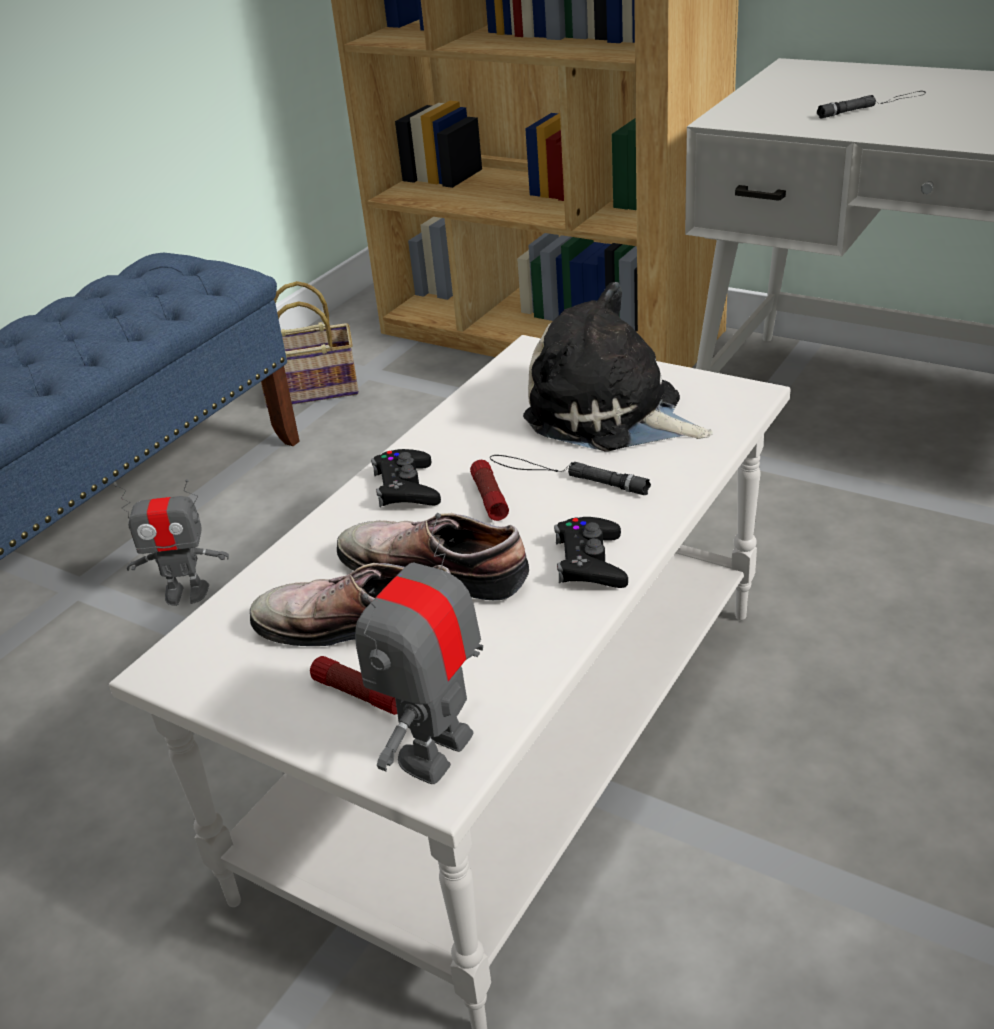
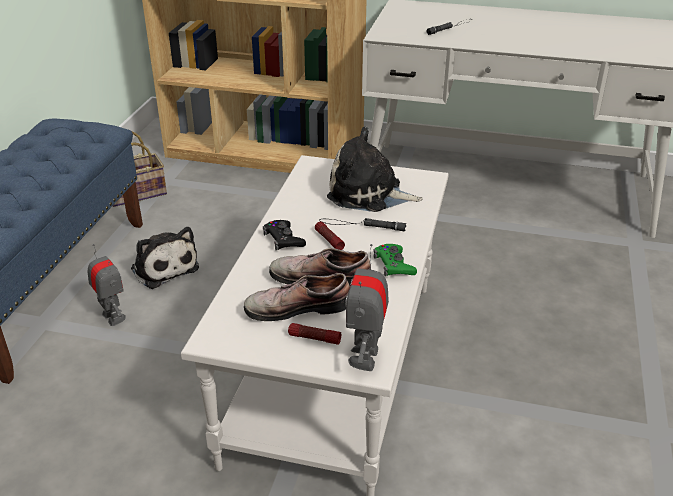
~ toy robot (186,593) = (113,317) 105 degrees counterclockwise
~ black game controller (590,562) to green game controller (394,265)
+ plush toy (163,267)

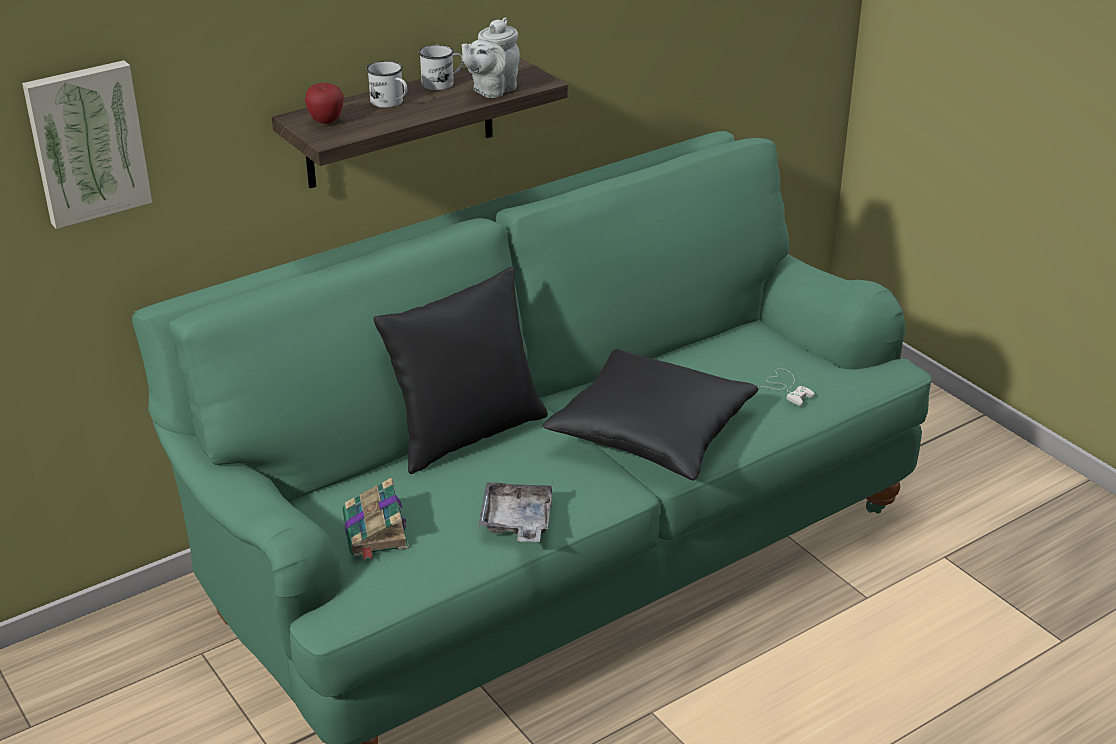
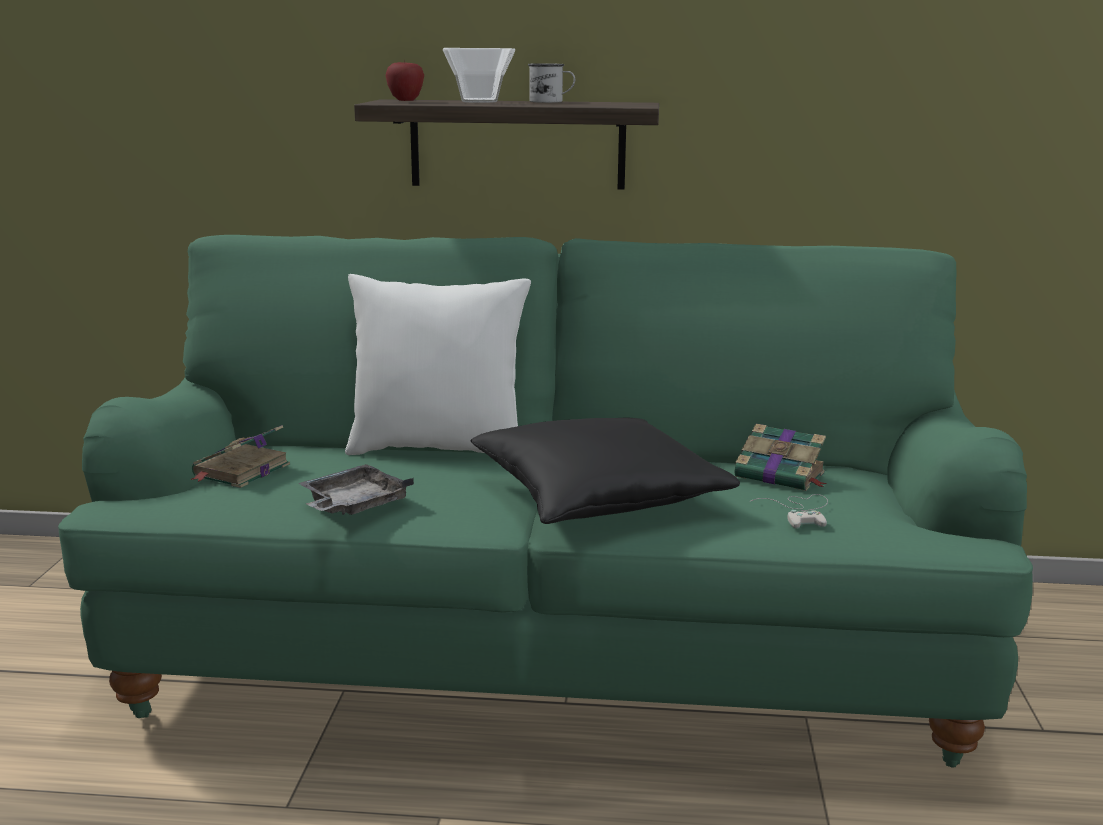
- grey teapot (492,90)
- picture (87,142)
~ white mug (390,103) to bowl (480,101)
~ black pillow (466,434) to white pillow (439,448)
+ book (781,475)

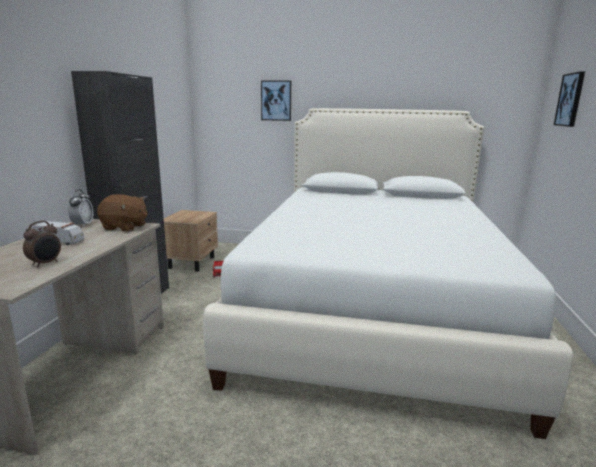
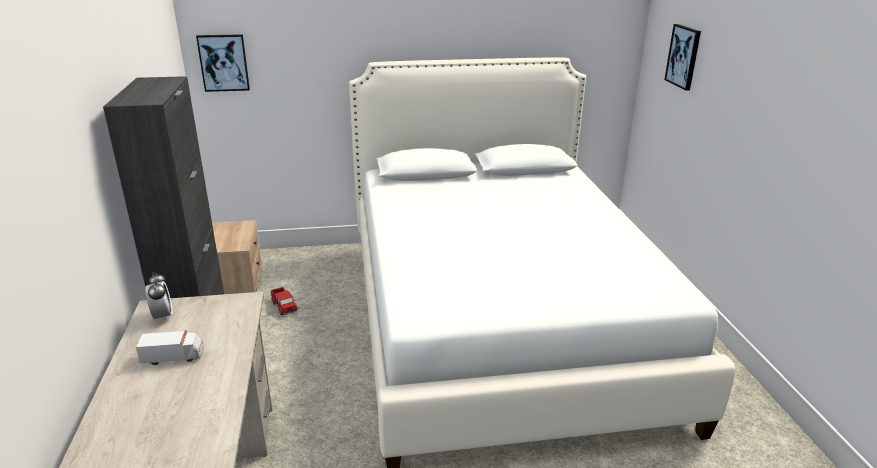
~ picture (276,100) to (224,62)
- brown plush toy (125,227)
- alarm clock (46,263)

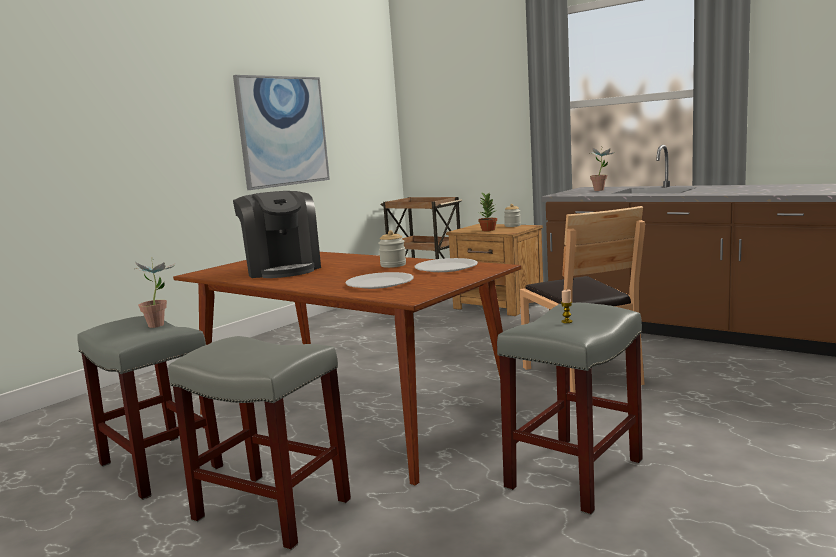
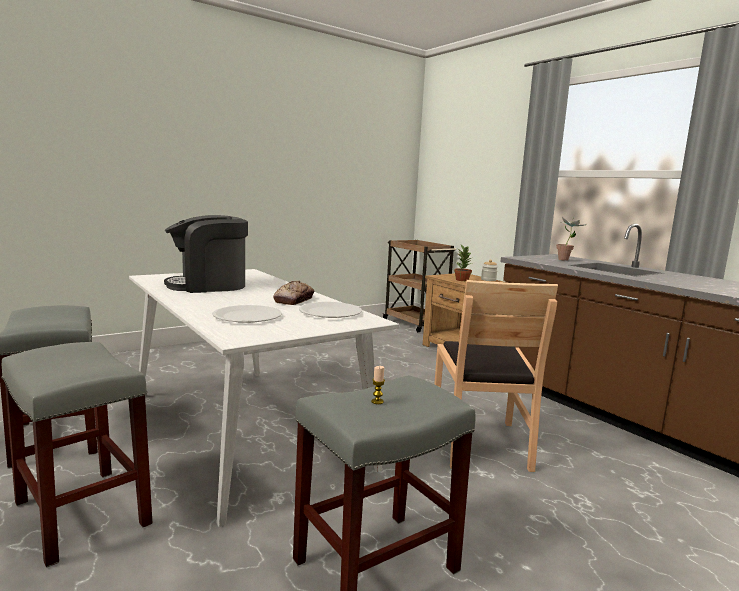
- picture (283,131)
~ coffee machine (282,269) = (209,286) 75 degrees clockwise
~ jar (393,265) to bread (294,300)
~ brown dining table (353,413) to white dining table (245,429)
- potted plant (161,324)

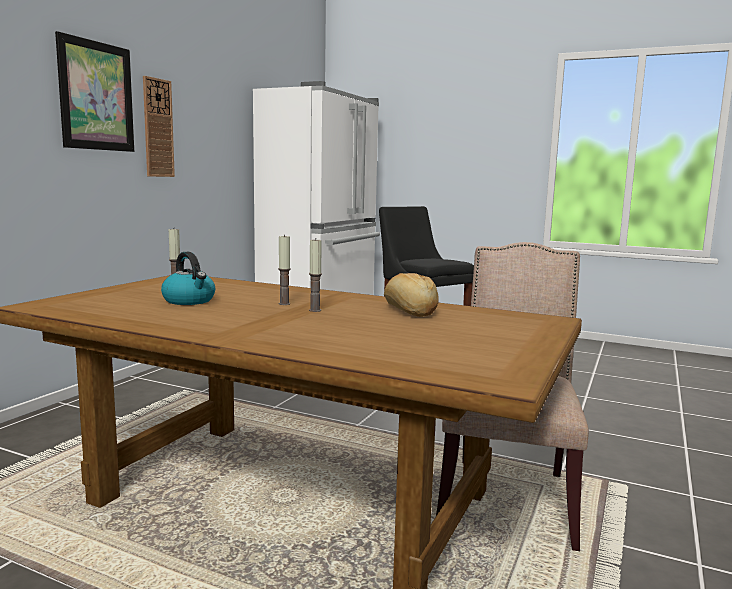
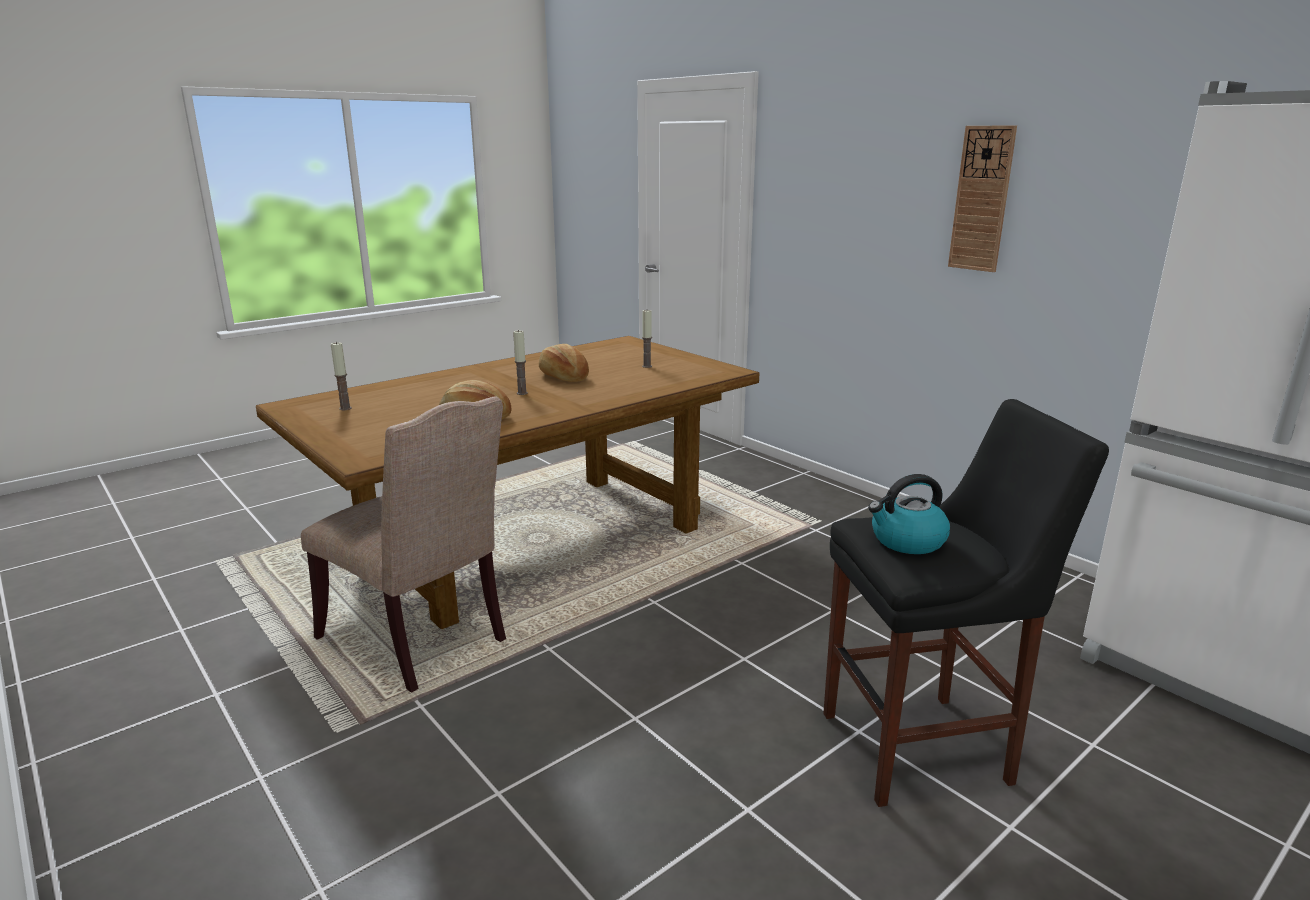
- picture (96,96)
~ candle (284,304) to (345,408)
~ kettle (189,301) to (907,541)
+ bread (563,377)

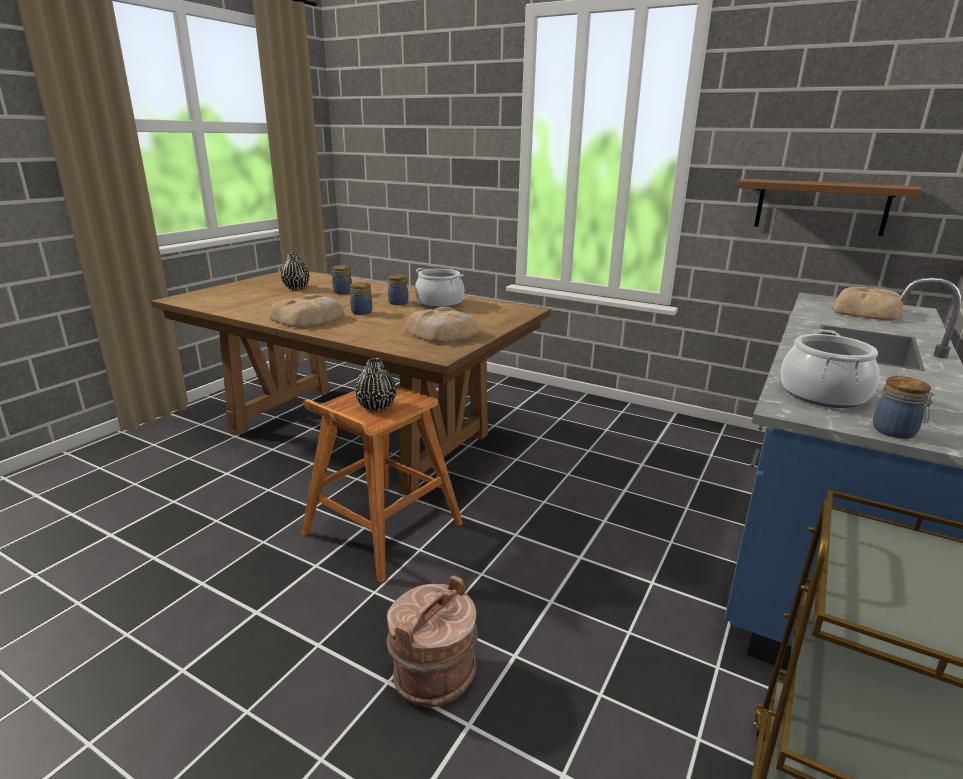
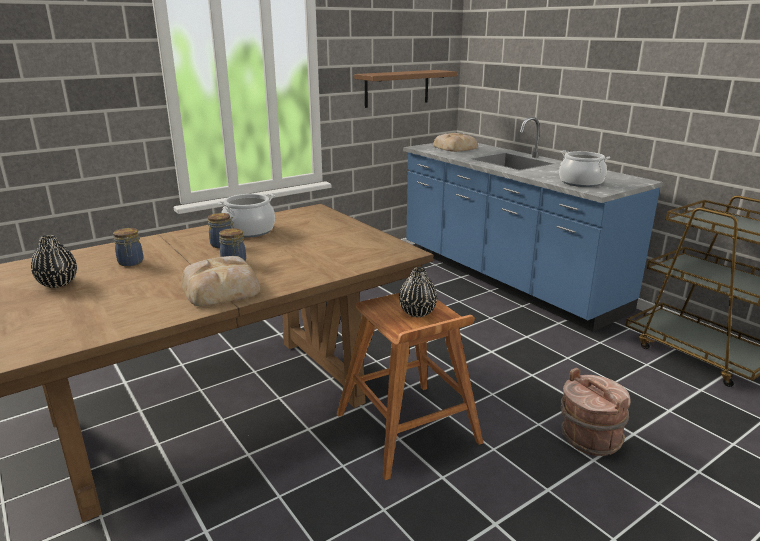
- bread (442,333)
- jar (895,432)

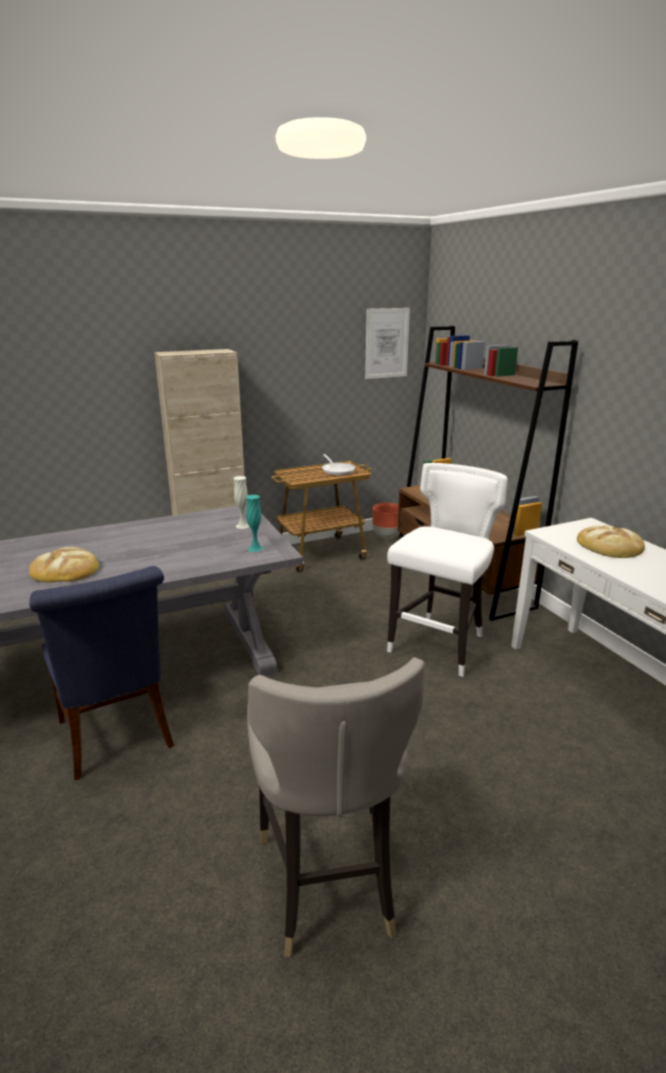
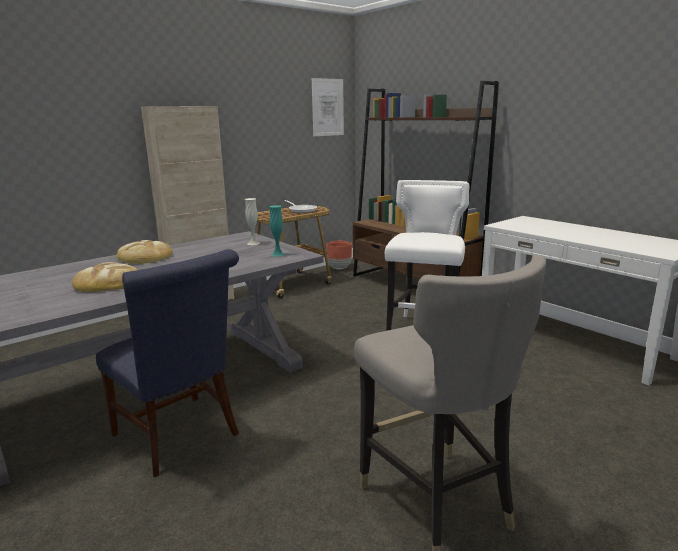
~ bread (610,546) to (145,257)

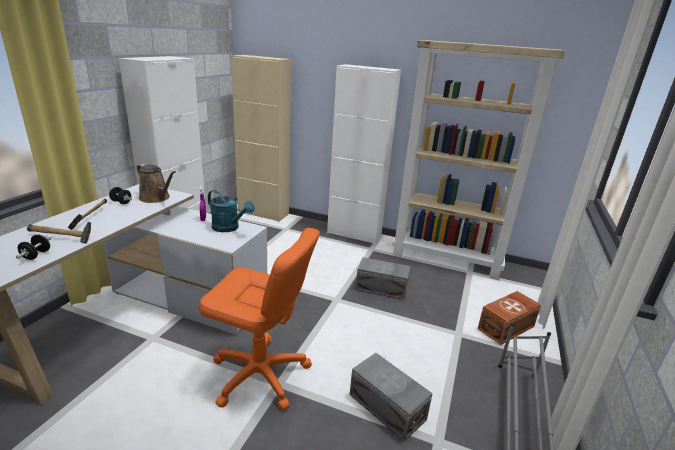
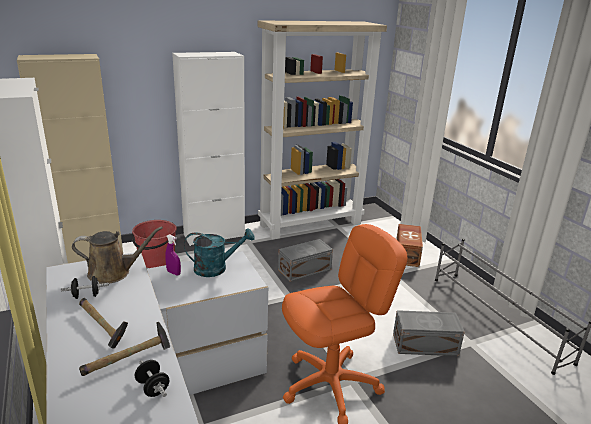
+ red bucket (156,260)

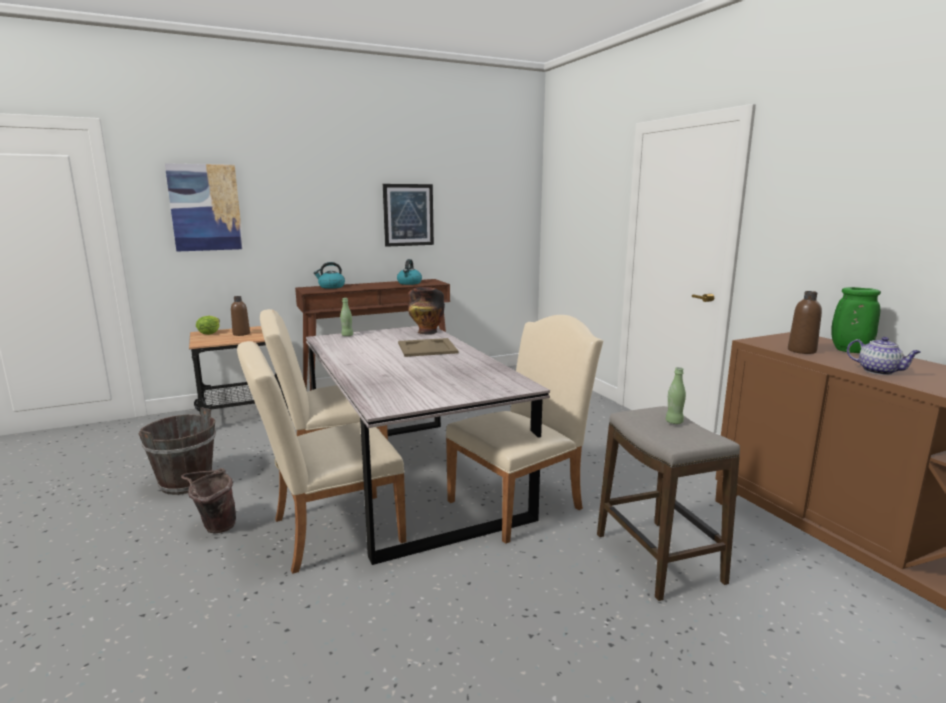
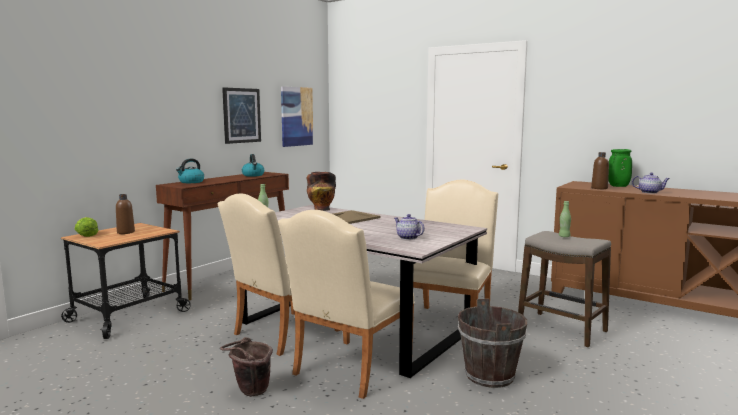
~ picture (205,208) to (296,116)
~ brown bucket (186,483) to (489,376)
+ teapot (407,237)

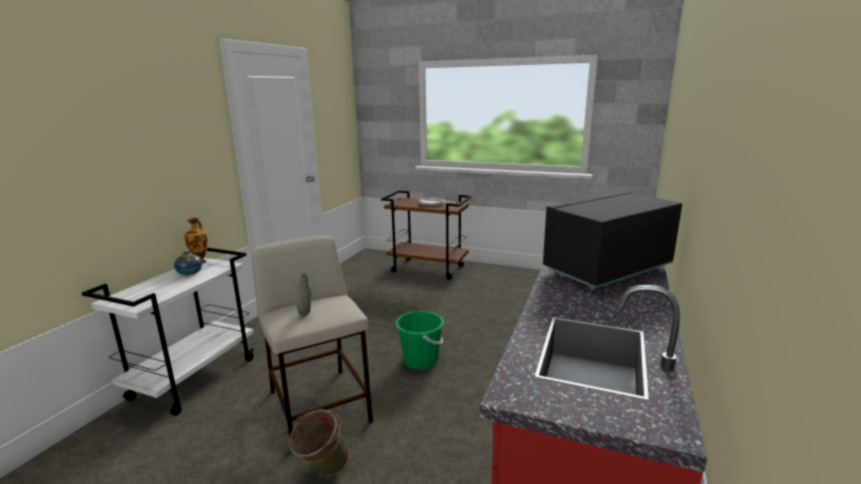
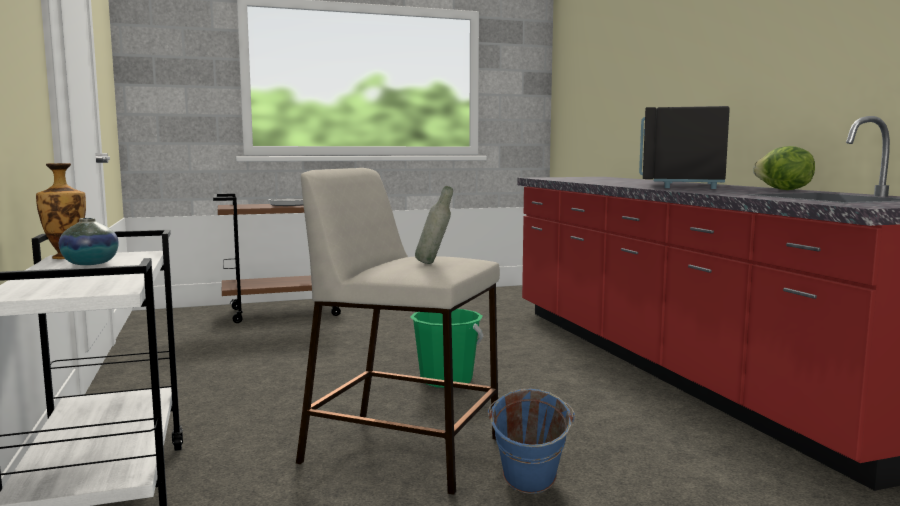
~ green bucket (321,471) to blue bucket (528,492)
+ lettuce (783,190)

